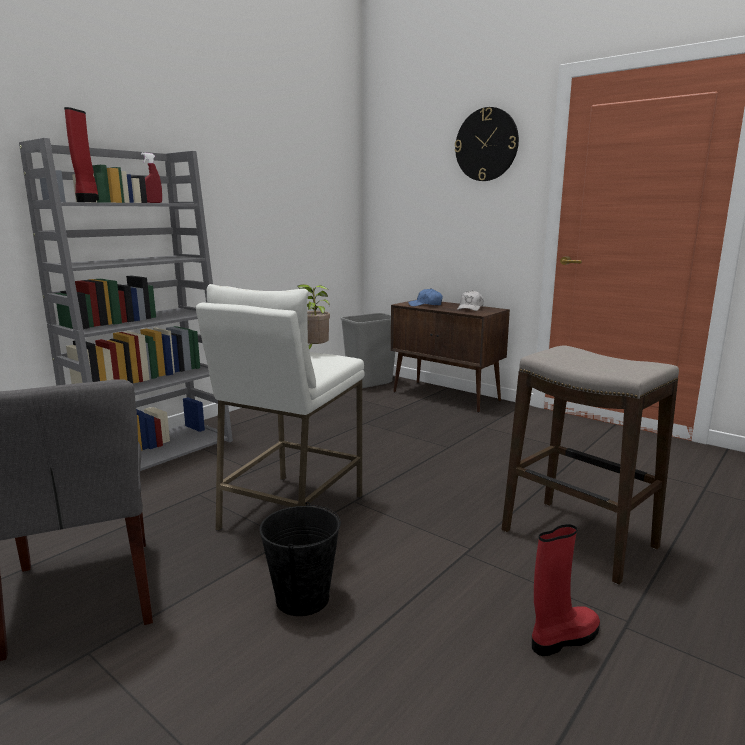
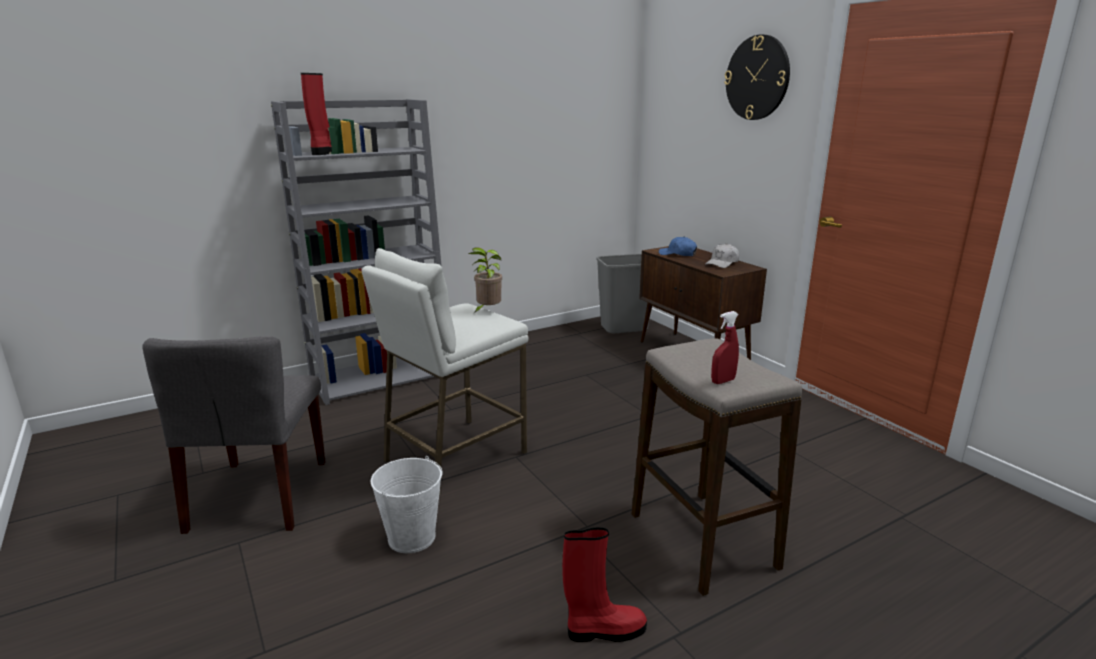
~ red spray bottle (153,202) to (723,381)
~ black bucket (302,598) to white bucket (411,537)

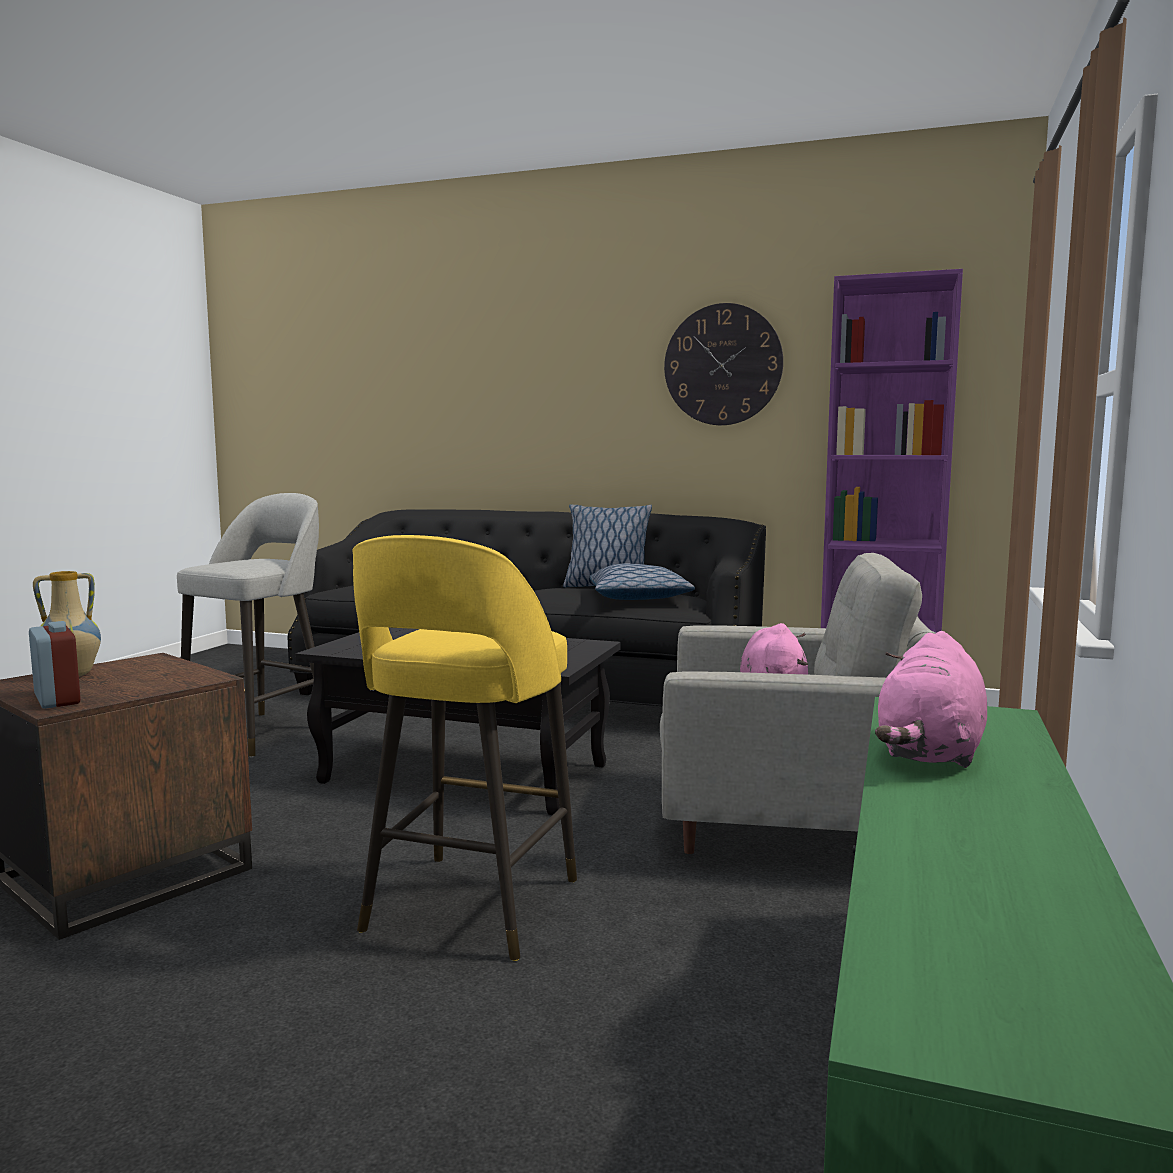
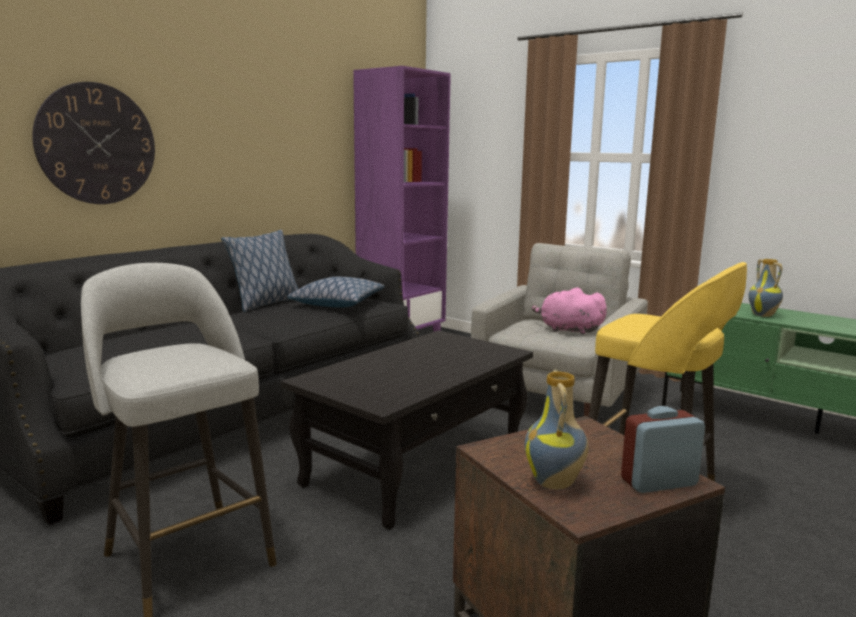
~ wall clock (723,365) to (96,144)
~ pink plush toy (930,753) to vase (763,315)

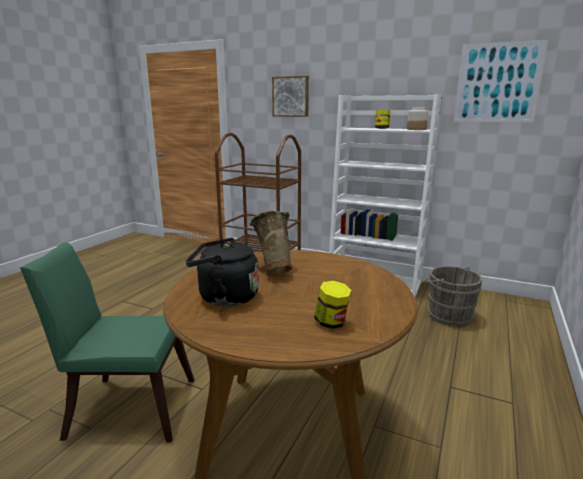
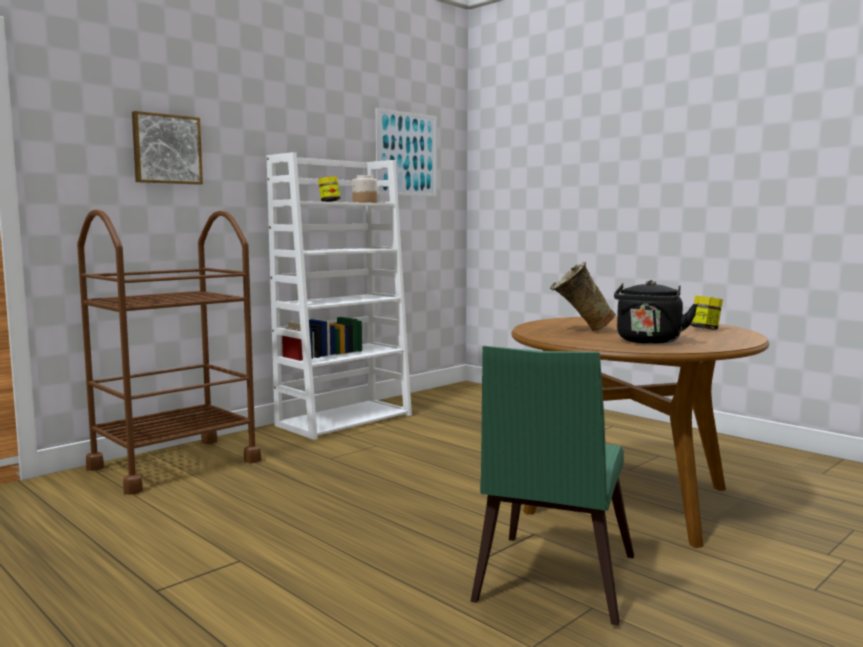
- grey bucket (447,315)

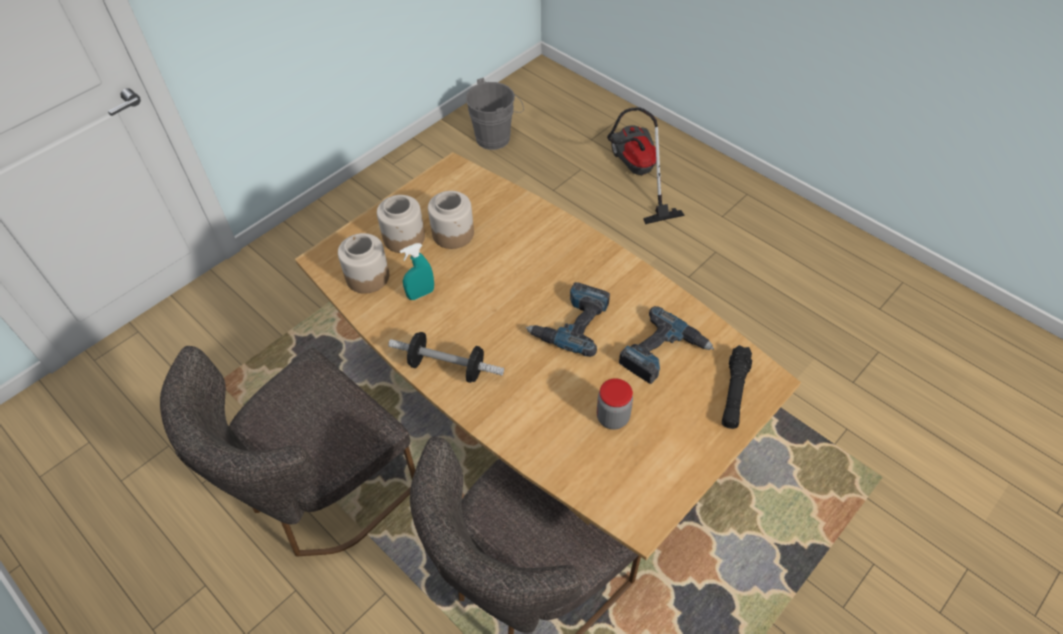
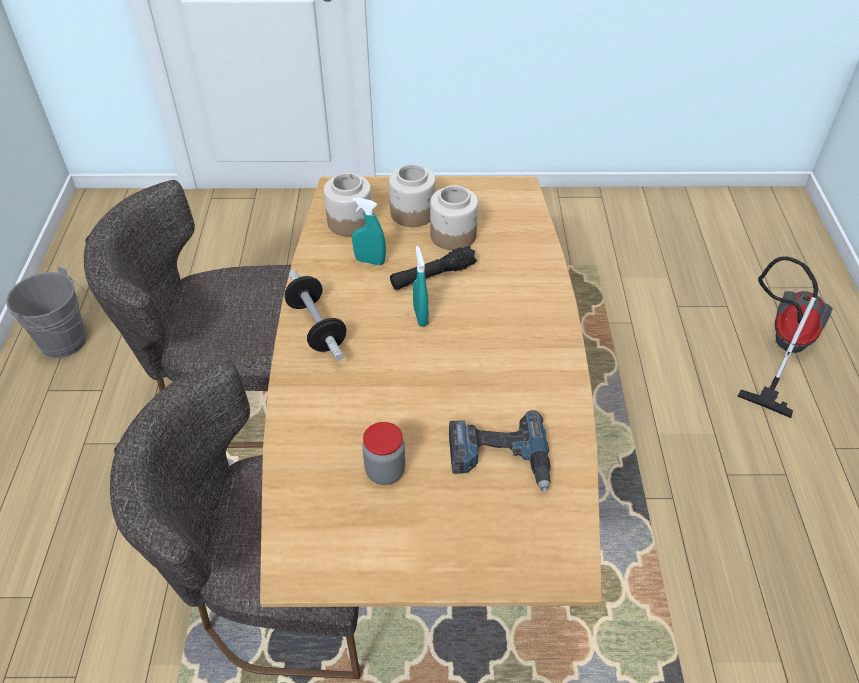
~ grey bucket (496,137) to (68,343)
- power drill (571,323)
~ black flashlight (734,392) to (432,276)
+ turquoise spray bottle (420,316)

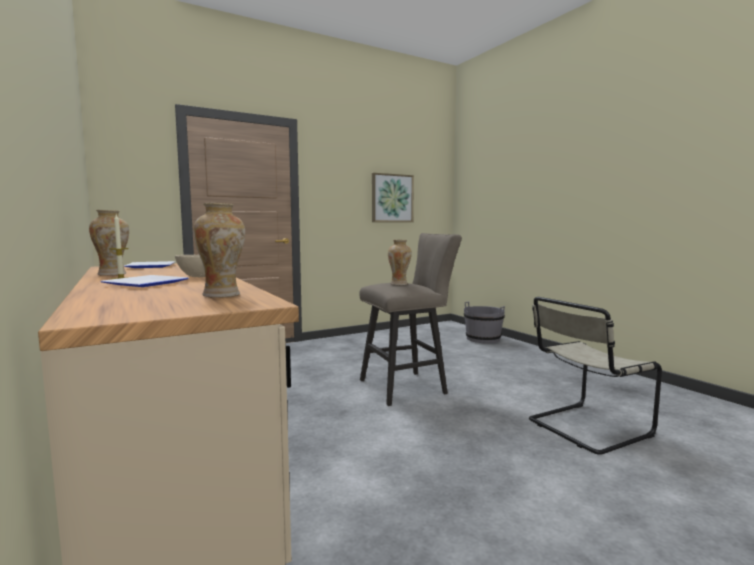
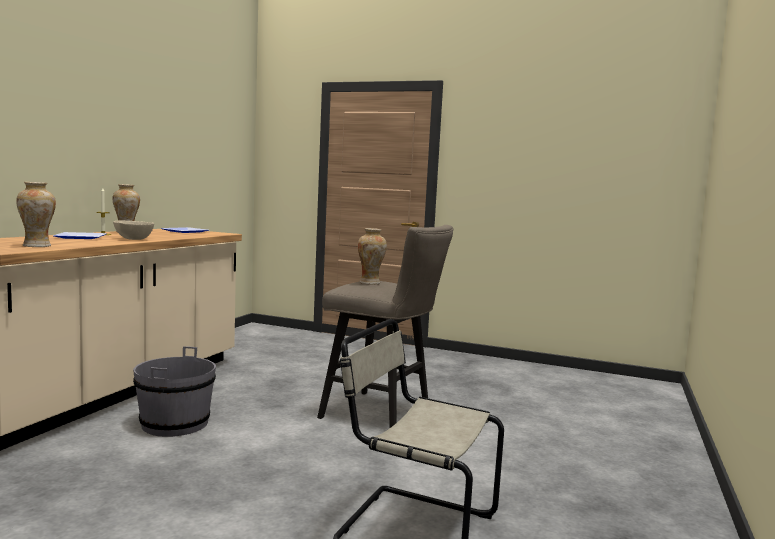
- picture (392,198)
~ grey bucket (483,339) to (174,424)

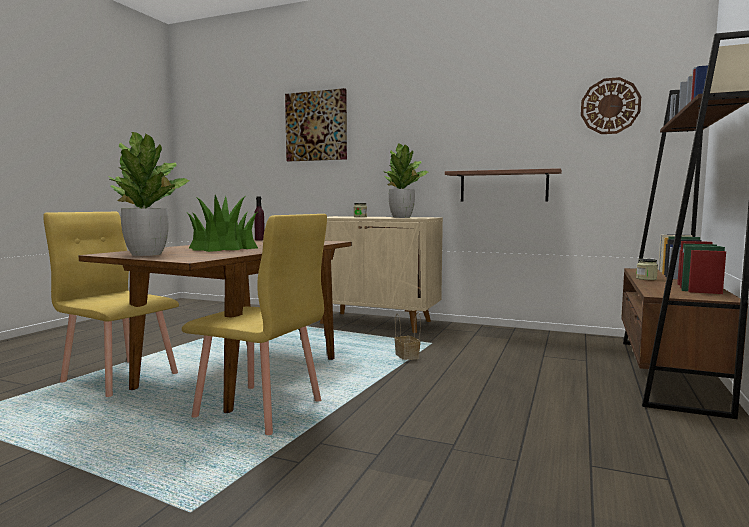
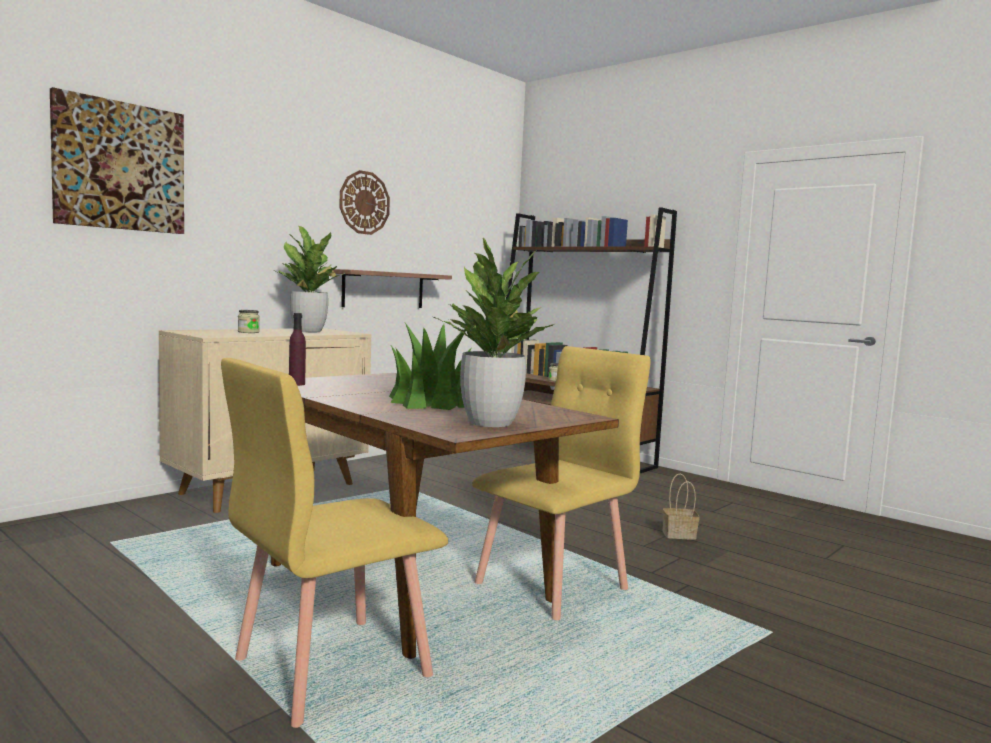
~ wall clock (610,106) to (364,202)
~ basket (408,356) to (680,534)

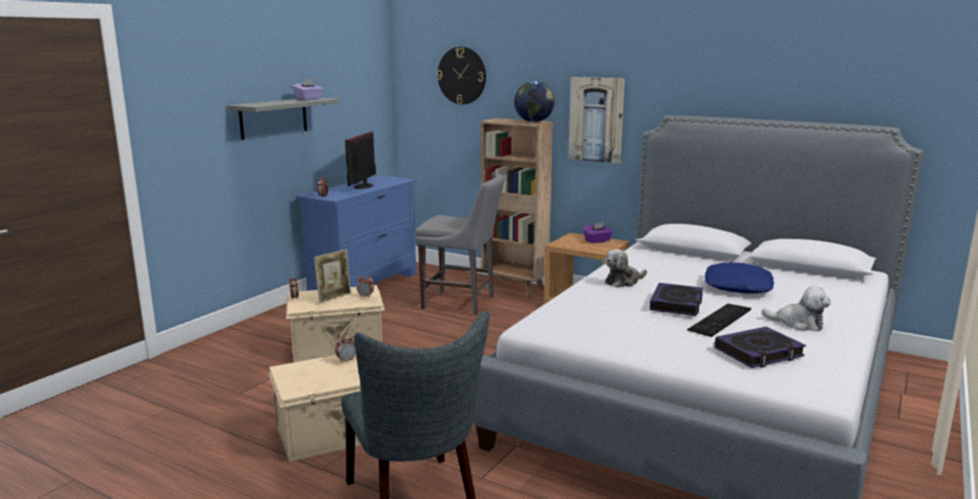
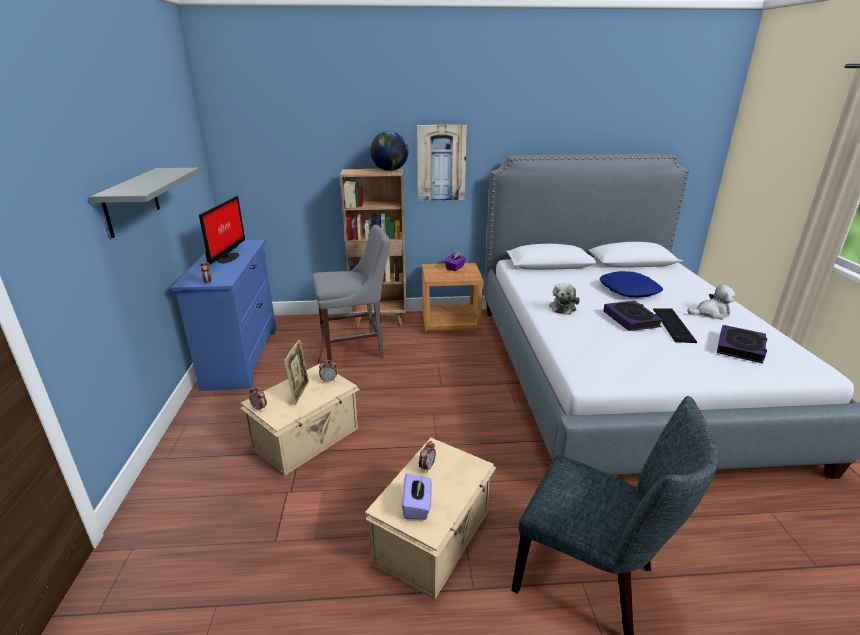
- wall clock (462,75)
~ purple tissue box (309,99) to (417,506)
~ monitor (364,186) = (226,258) 150 degrees counterclockwise

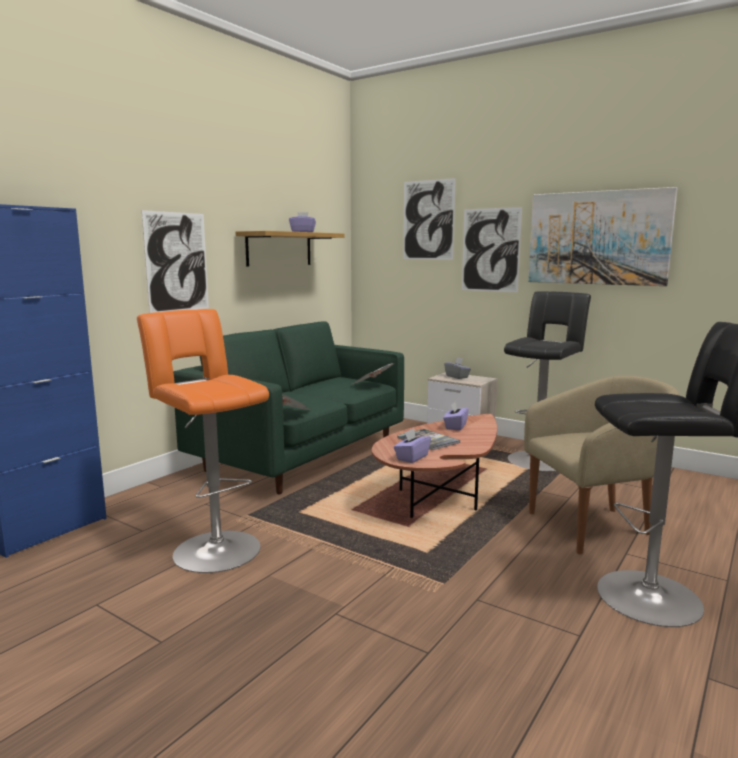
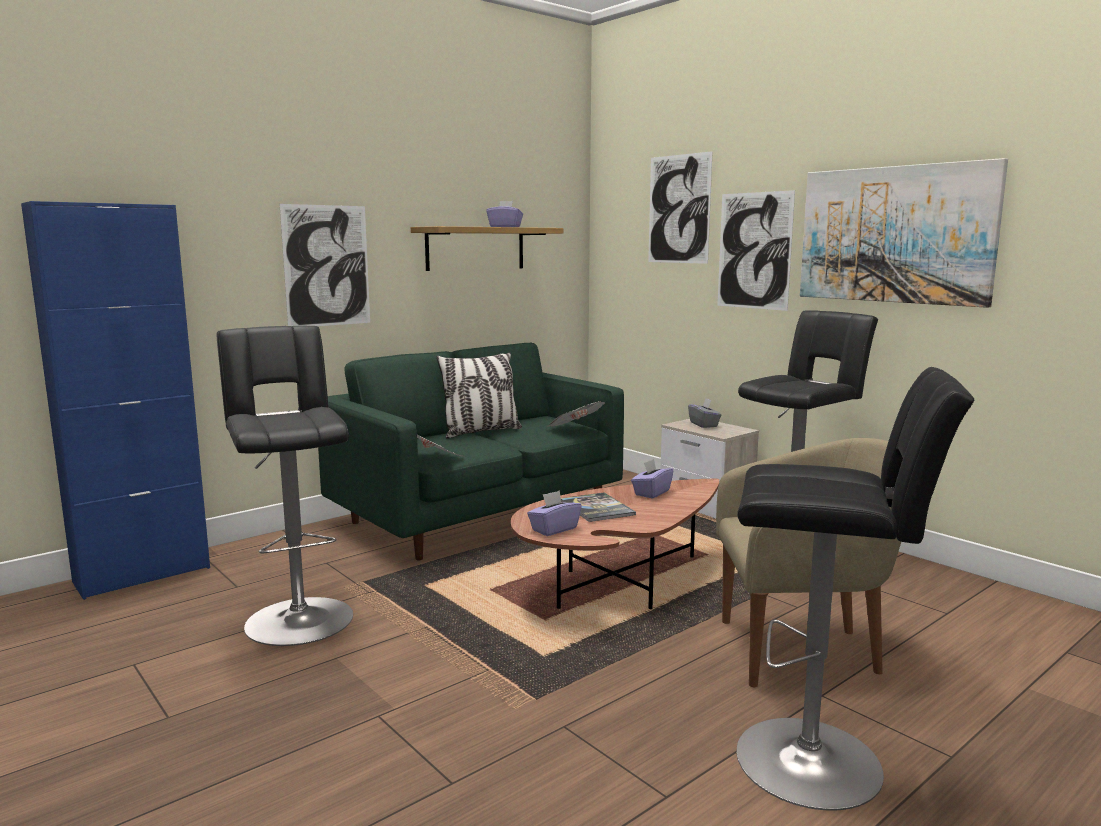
~ orange stool (213,548) to black stool (297,617)
+ pillow (481,432)

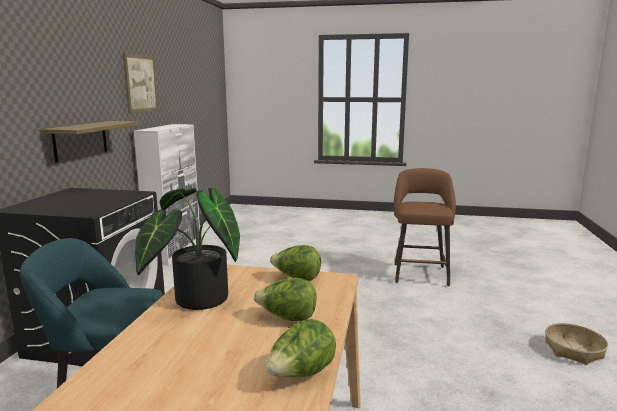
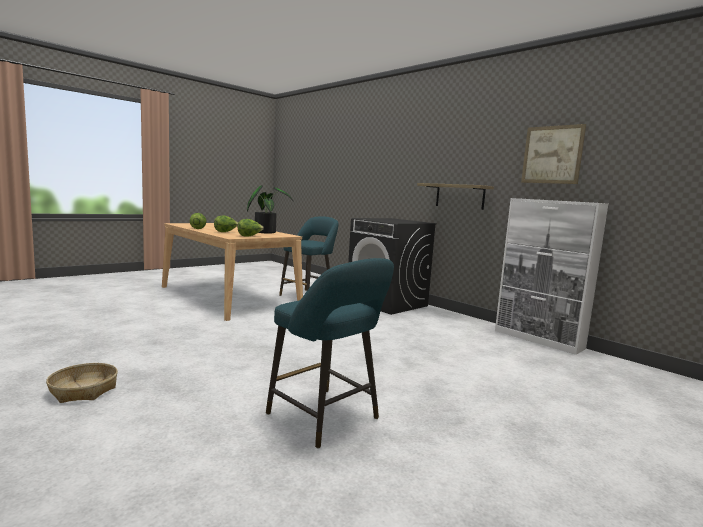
~ brown stool (420,273) to turquoise stool (327,419)

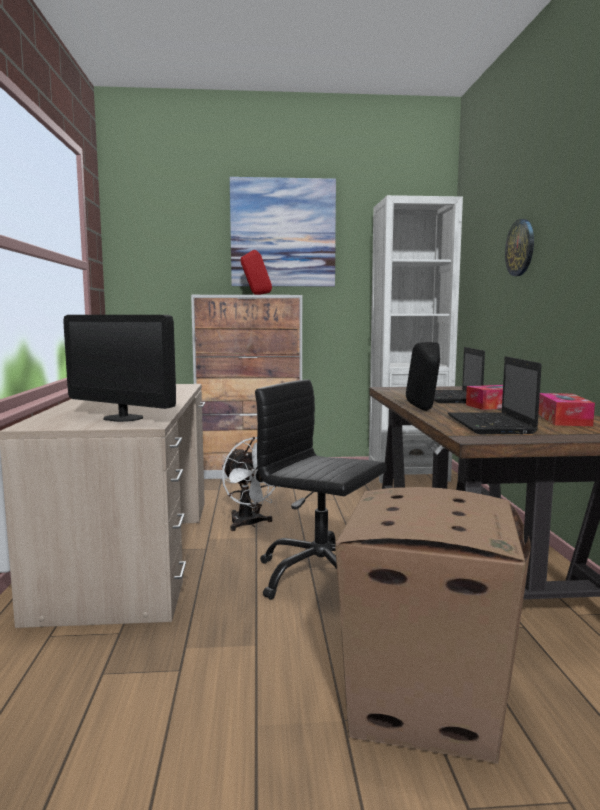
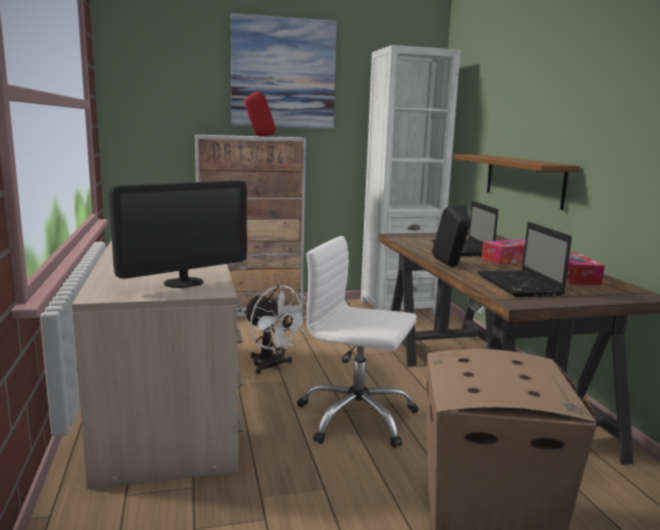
- wall clock (520,247)
~ monitor (123,418) = (183,283) 60 degrees counterclockwise
~ black office chair (320,576) to white office chair (356,418)
+ brown shelf (523,180)

